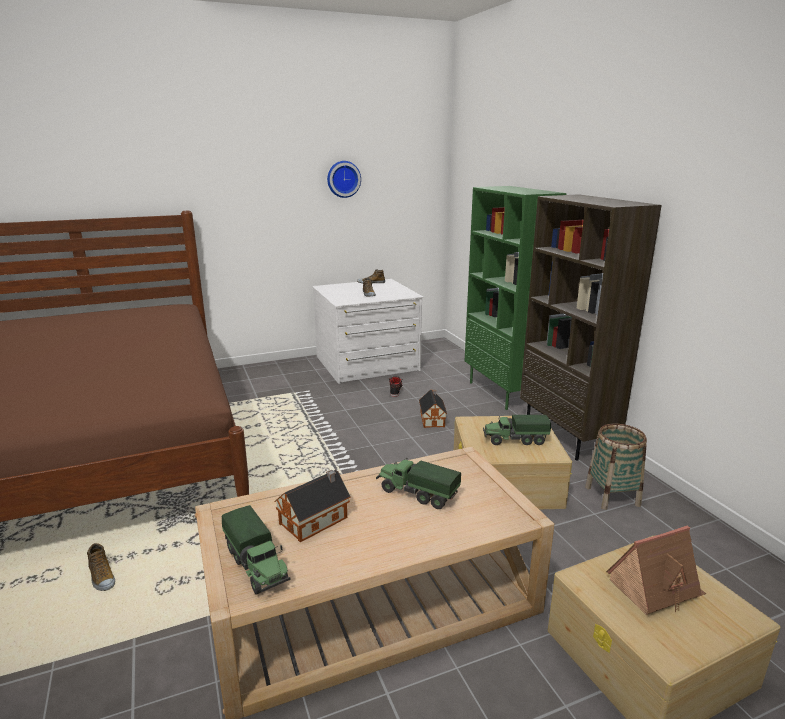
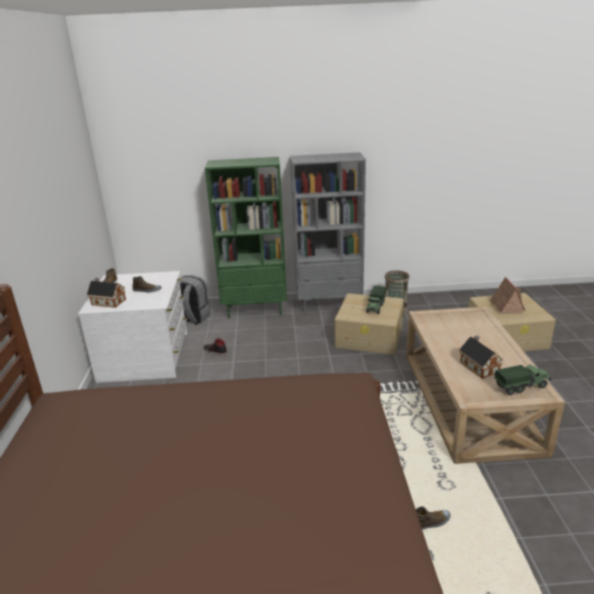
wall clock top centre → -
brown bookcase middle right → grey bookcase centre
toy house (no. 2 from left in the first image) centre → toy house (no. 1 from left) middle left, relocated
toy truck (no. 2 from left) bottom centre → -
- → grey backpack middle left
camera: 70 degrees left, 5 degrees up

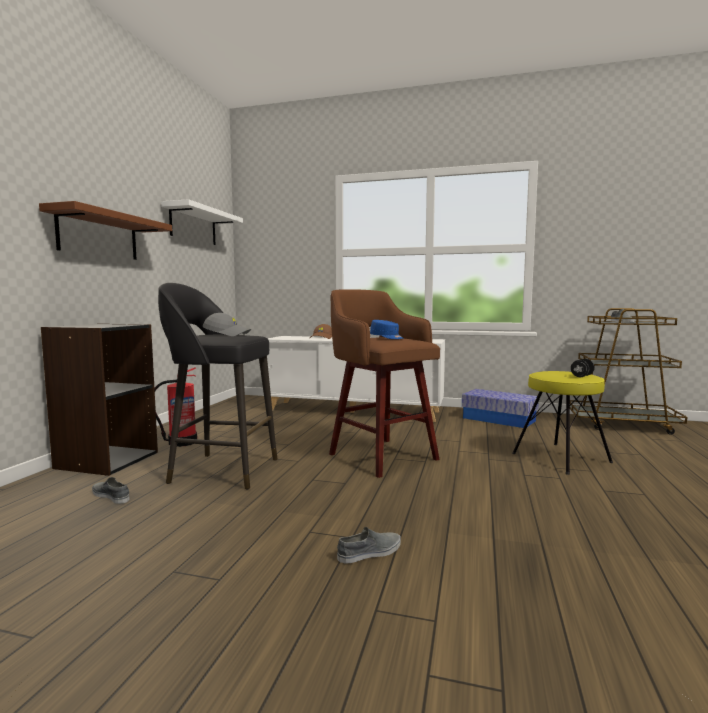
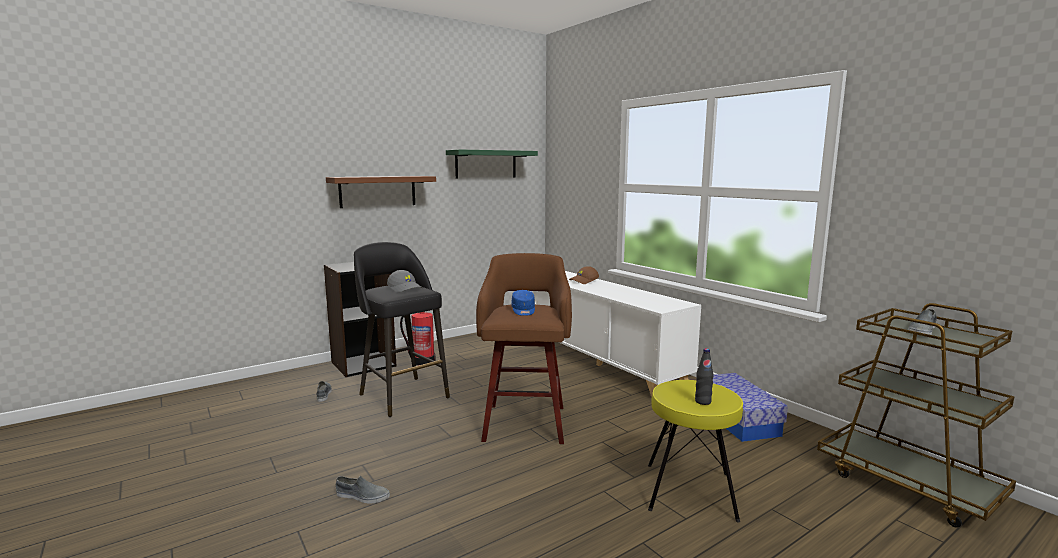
white shelf top left → green shelf top centre
black dumbbell middle right → black bottle bottom centre
camera: 40 degrees right, 5 degrees up

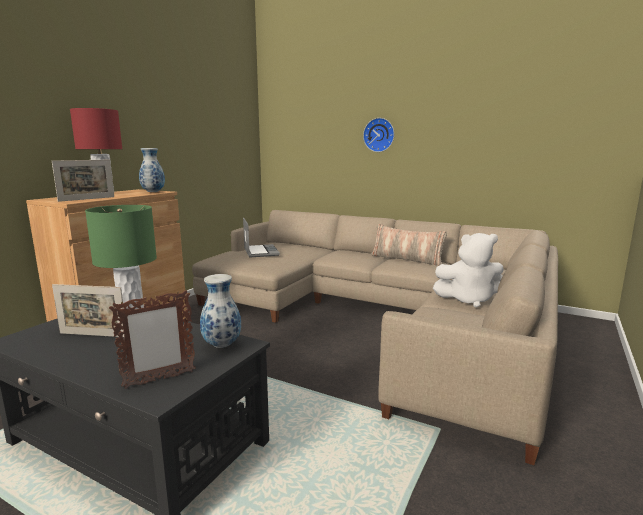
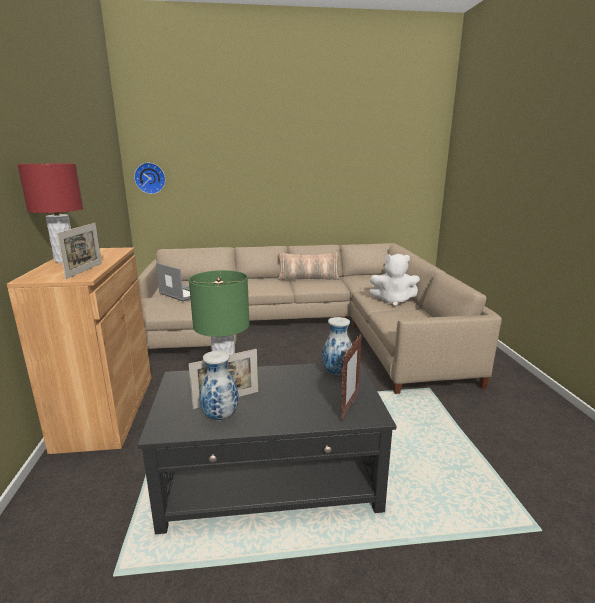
wall clock top centre → wall clock top left, relocated
vase (no. 1 from left) top left → vase (no. 1 from left) centre, relocated
white plush toy middle right → white plush toy centre, 45 degrees clockwise
camera: 35 degrees left, 5 degrees up

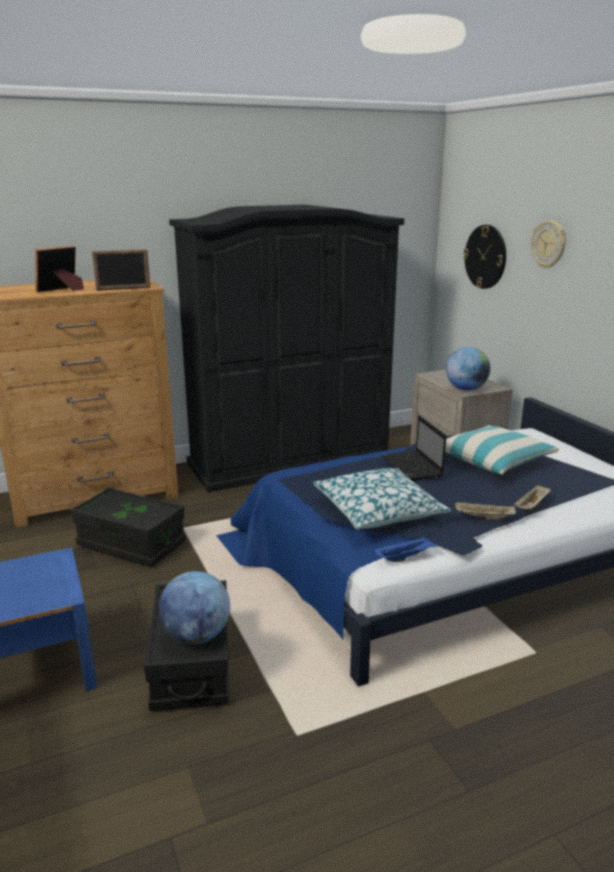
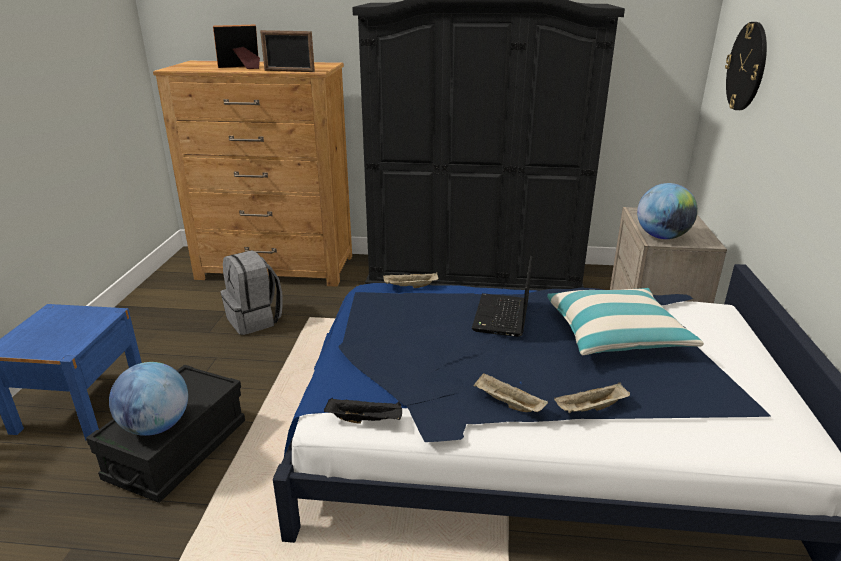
wall clock (no. 2 from left) top right → -
pillow (no. 1 from left) centre → -
black storage box (no. 1 from left) middle left → grey backpack middle left
blue tray centre → black tray bottom centre
- → beige tray (no. 1 from left) centre
camera: 30 degrees right, 5 degrees up

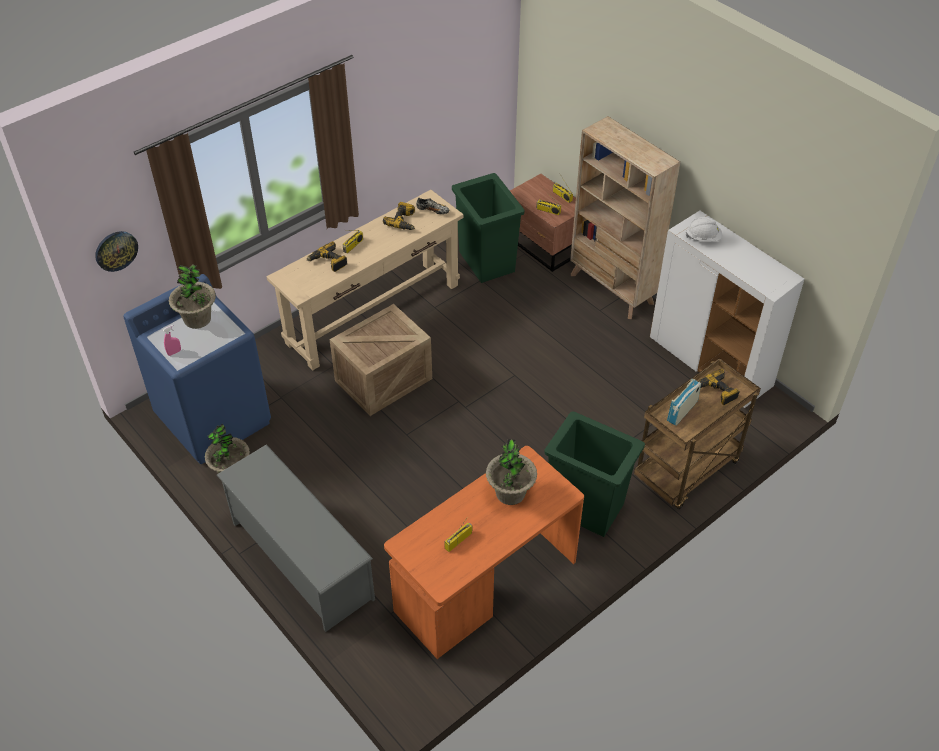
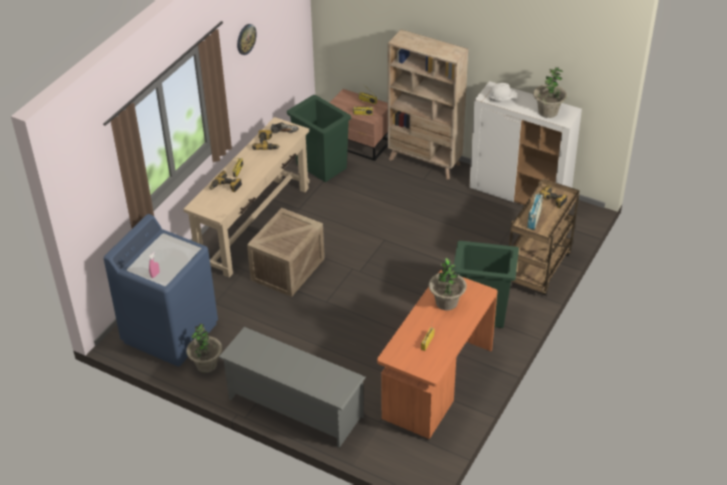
wall clock middle left → wall clock top centre, relocated
potted plant (no. 1 from left in the first image) middle left → potted plant (no. 3 from left) top right, relocated
camera: 20 degrees left, 5 degrees down

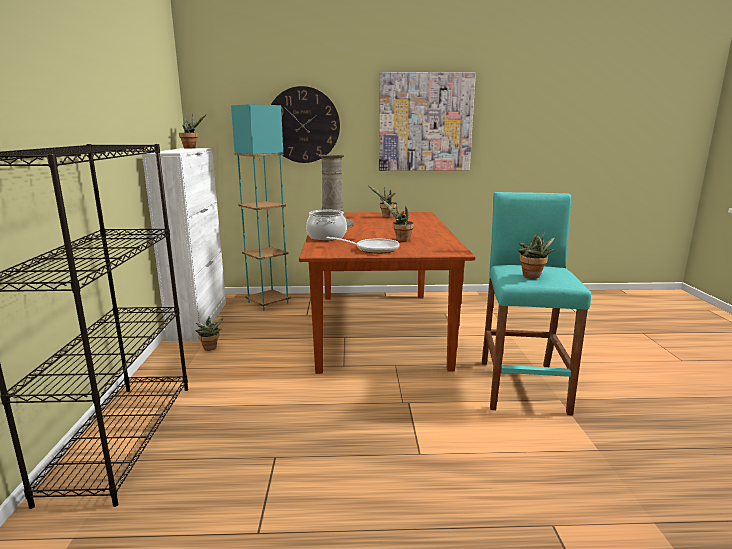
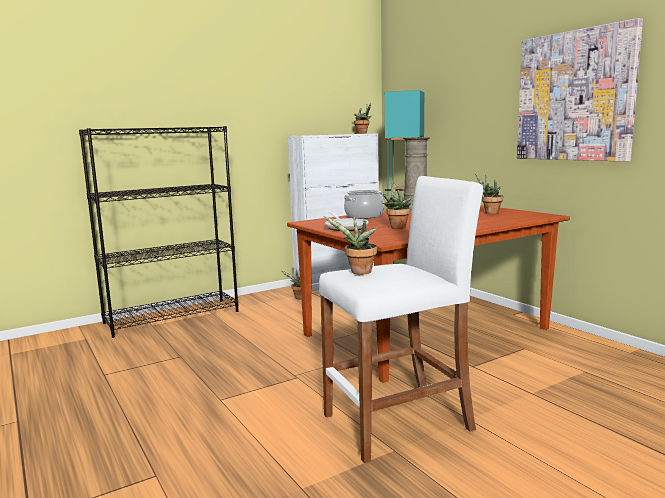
wall clock top centre → -
turquoise stool middle right → white stool centre
camera: 60 degrees right, 5 degrees down

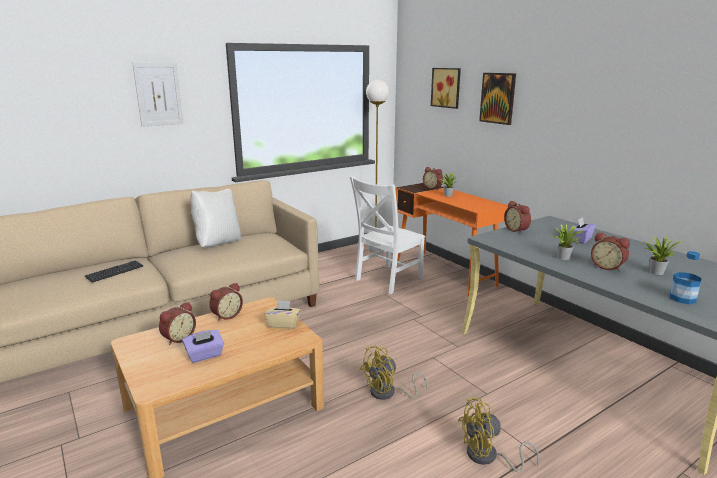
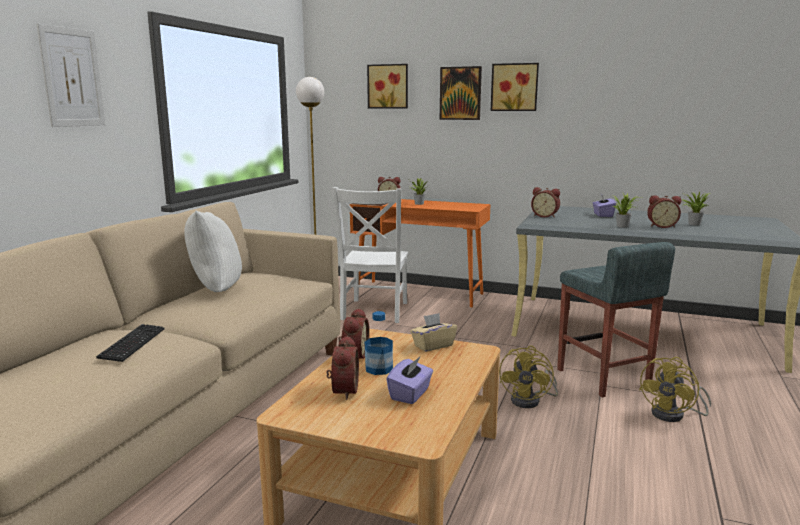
bottle middle right → bottle centre, relocated
- → picture (no. 4 from left) top centre
- → grey stool middle right
camera: 35 degrees left, 5 degrees down

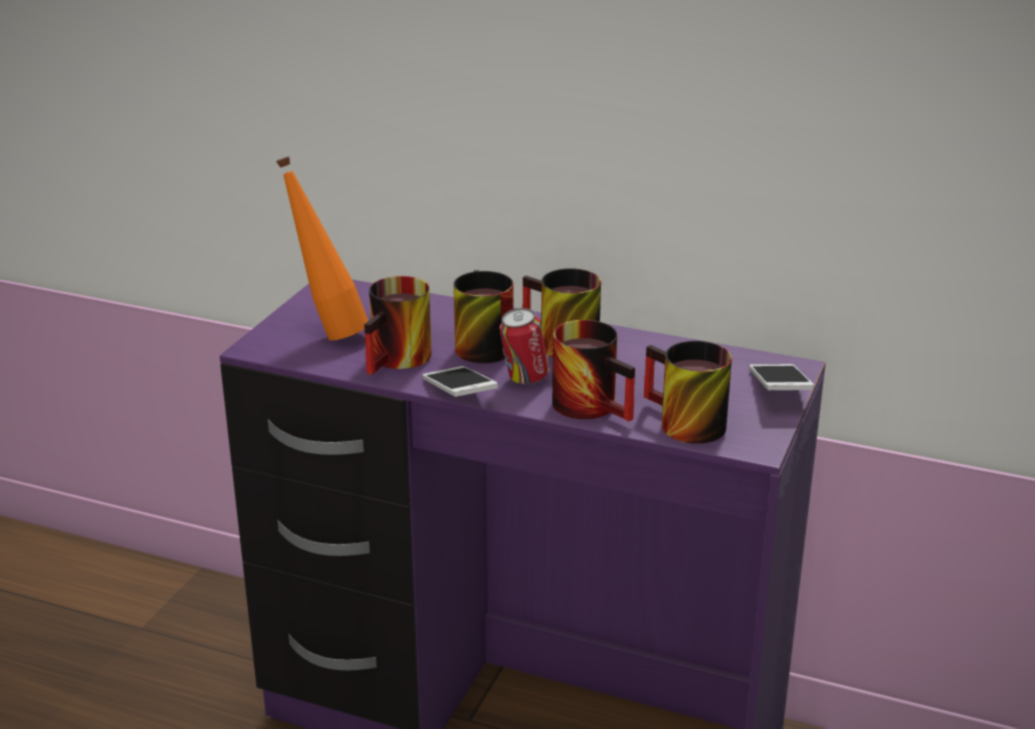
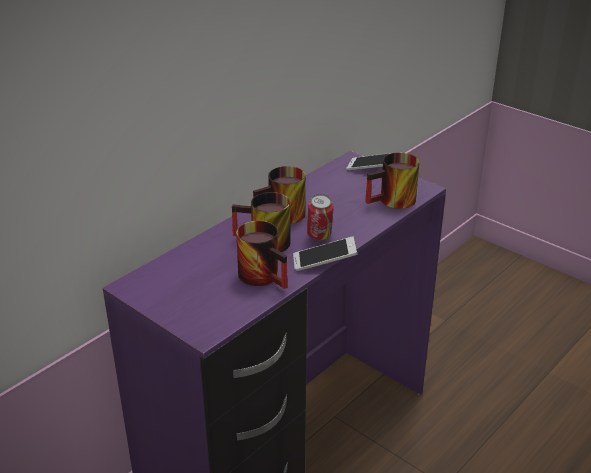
orange bottle middle left → -
mug (no. 4 from left) centre → -
camera: 70 degrees left, 5 degrees up

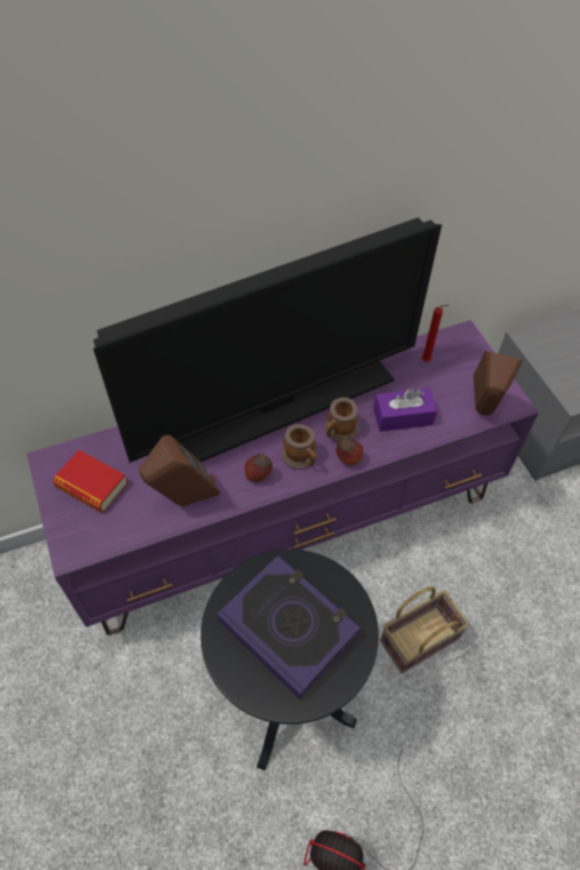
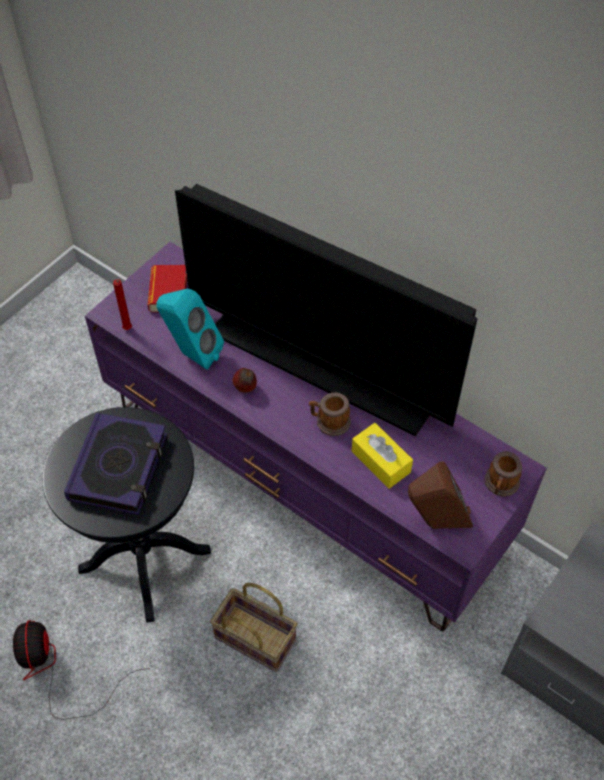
red candle middle right → red candle middle left, relocated
purple tissue box middle right → yellow tissue box centre
mug (no. 1 from left in the first image) centre → mug (no. 2 from left) middle right, relocated
brown speaker (no. 1 from left) middle left → turquoise speaker middle left
apple (no. 2 from left) centre → -
camera: 60 degrees right, 0 degrees up

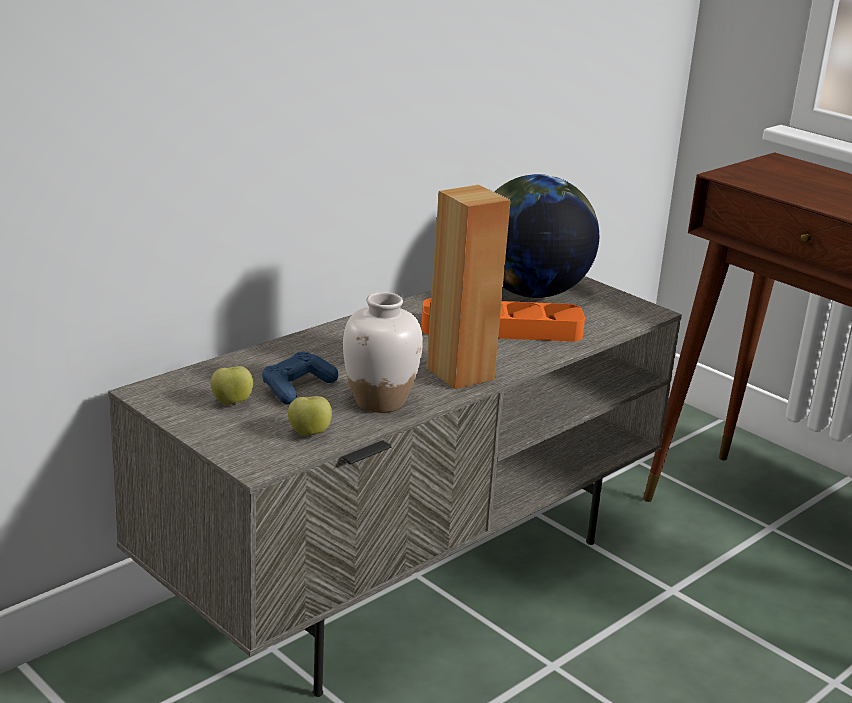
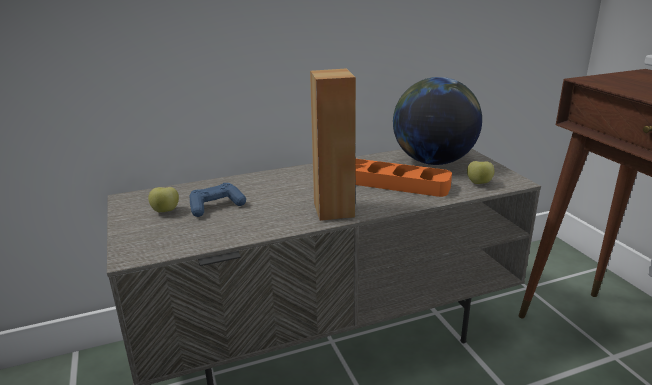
white vase centre → -
apple (no. 2 from left) centre → apple (no. 2 from left) middle right, relocated
camera: 25 degrees right, 0 degrees up

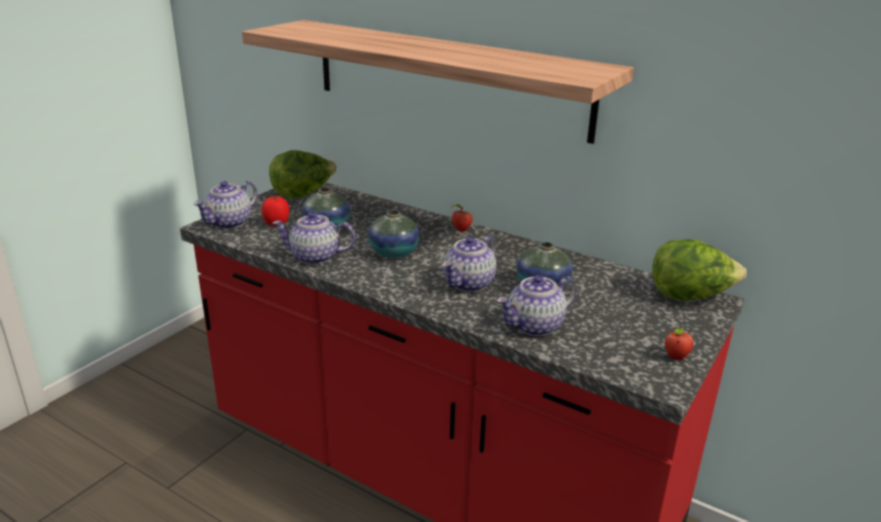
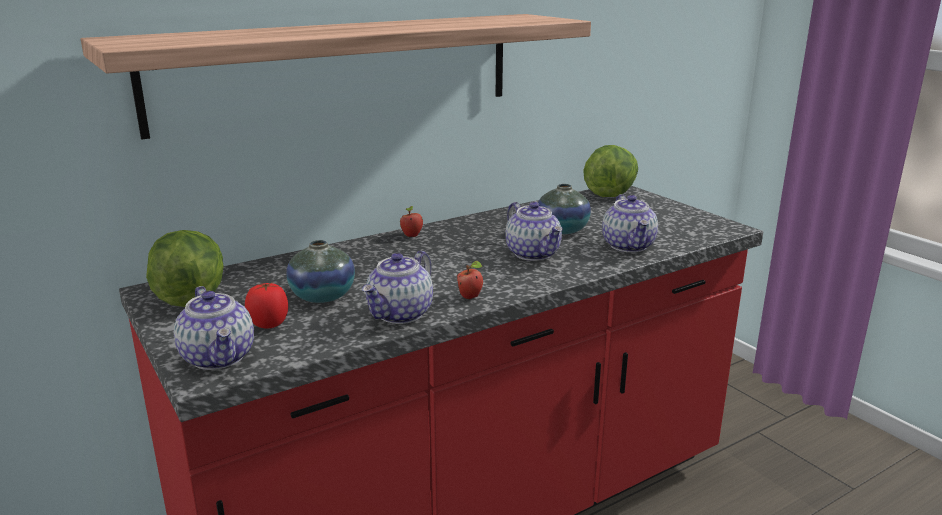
vase (no. 2 from left) centre → -
apple (no. 2 from left) middle right → apple (no. 2 from left) centre, relocated
camera: 65 degrees left, 5 degrees down

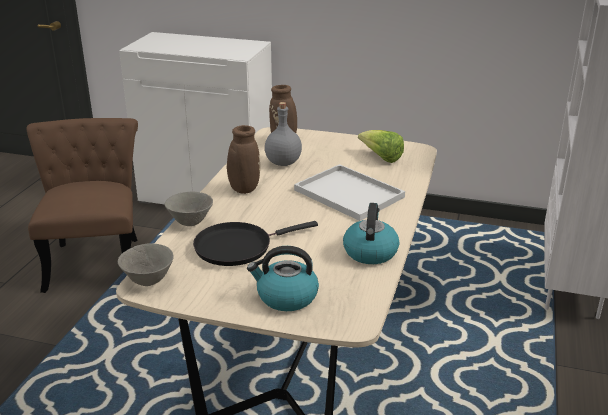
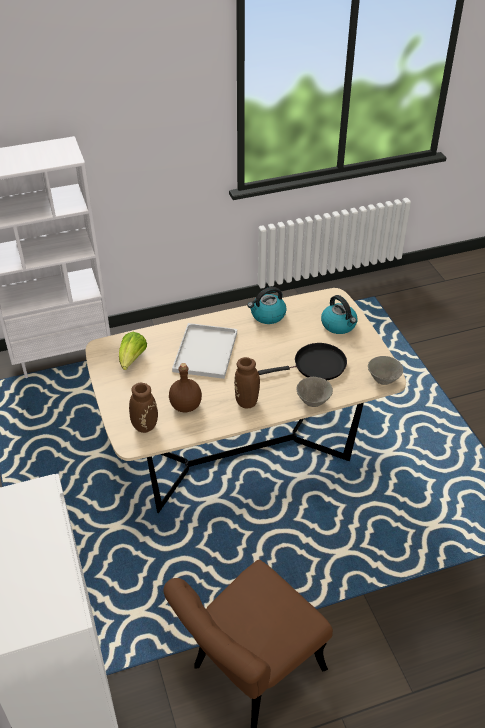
grey bottle top centre → brown bottle centre
black frying pan centre, 45 degrees counterclockwise
camera: 125 degrees left, 15 degrees up

